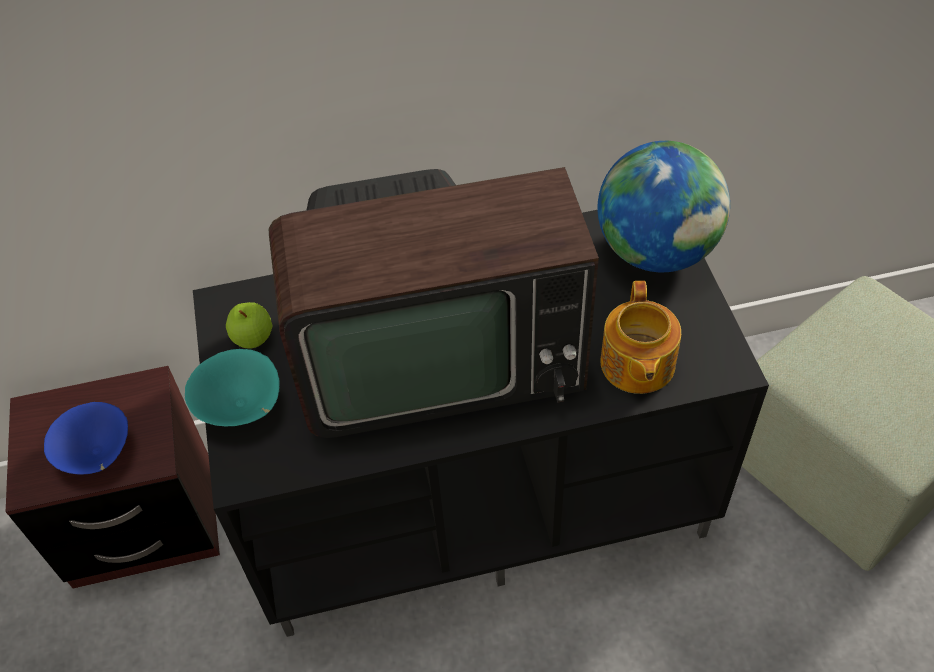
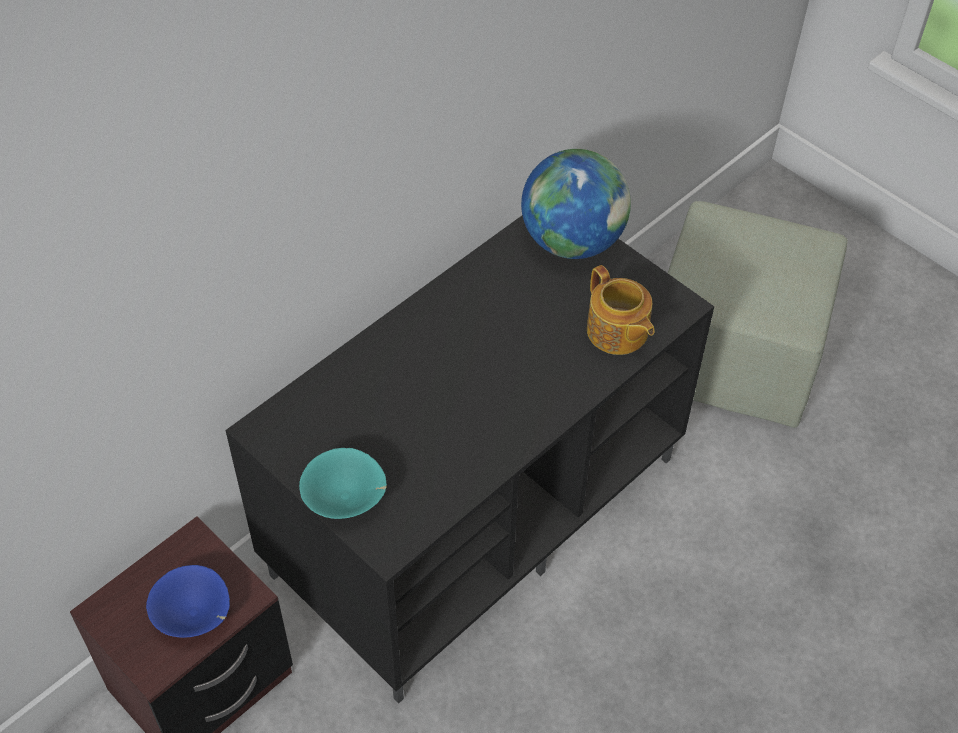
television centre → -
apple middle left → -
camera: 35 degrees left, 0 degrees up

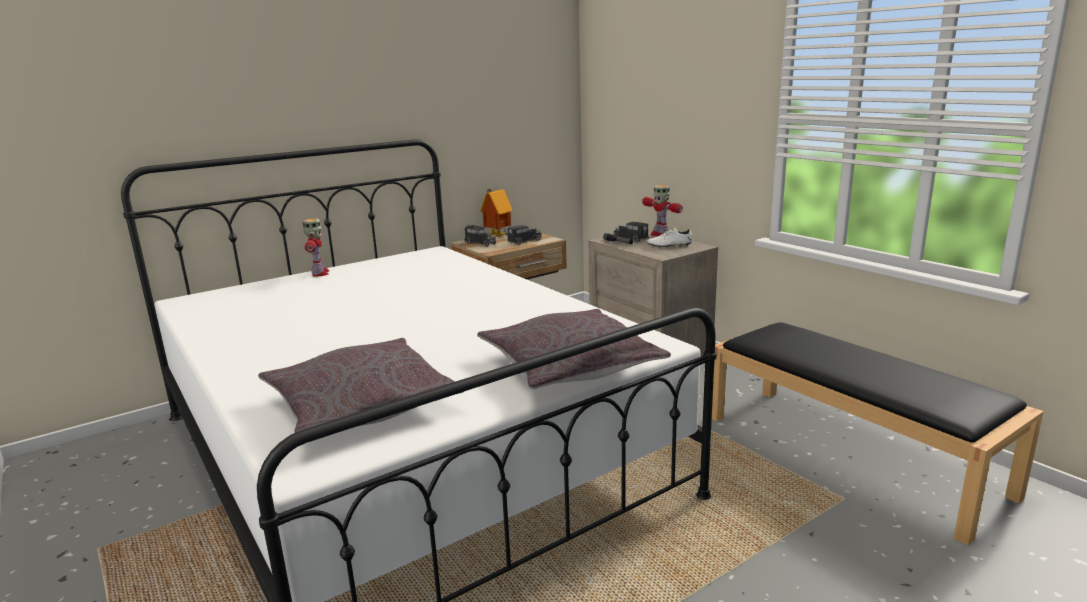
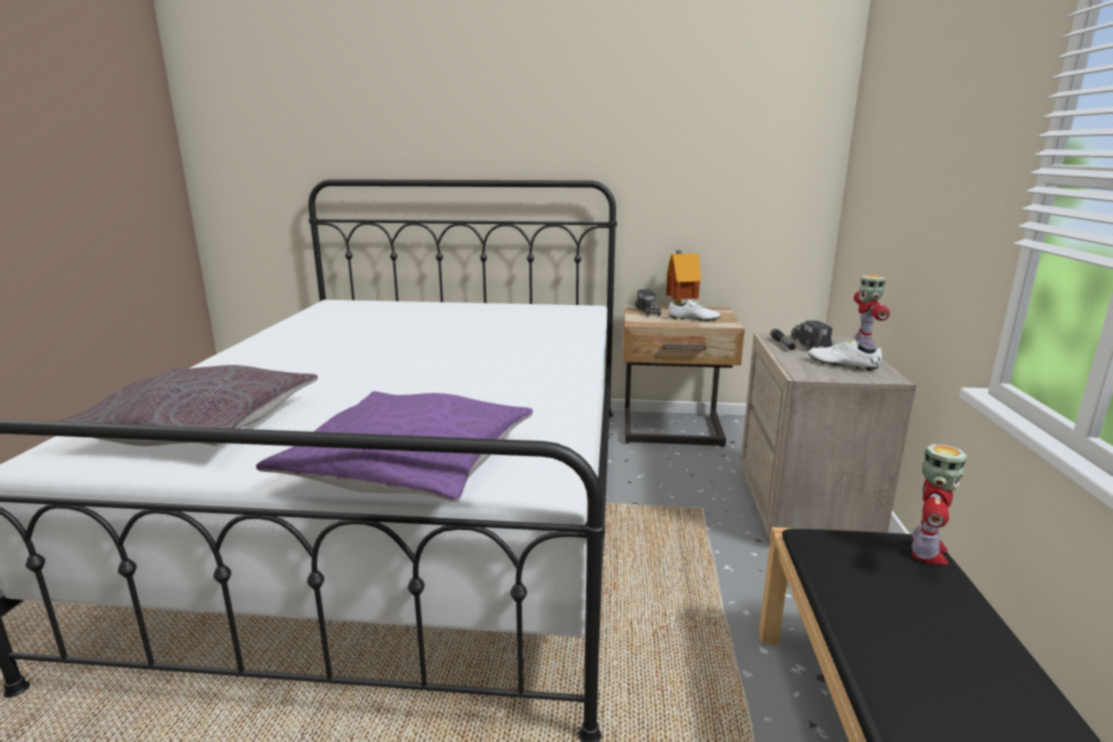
toy robot (no. 1 from left in the first image) middle left → toy robot (no. 2 from left) bottom right, relocated
toy truck (no. 2 from left) centre → white shoe (no. 1 from left) centre
grey pillow (no. 2 from left) centre → purple pillow centre
camera: 40 degrees right, 0 degrees up

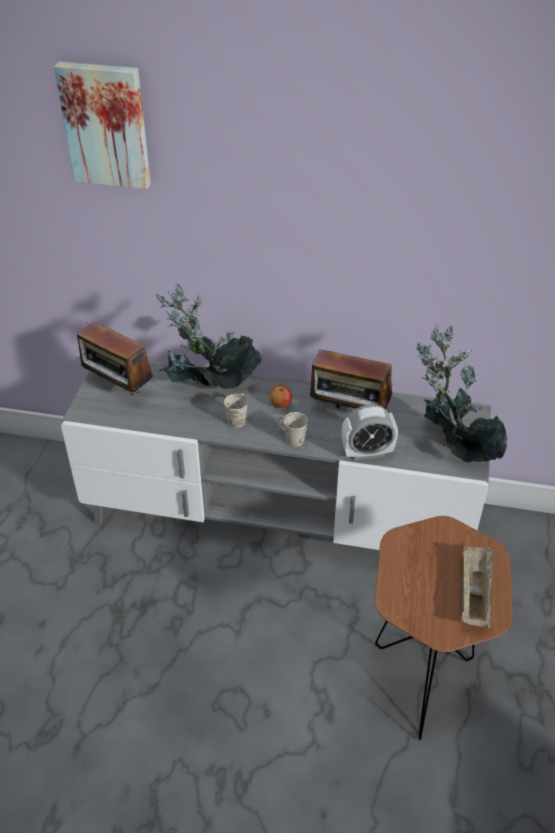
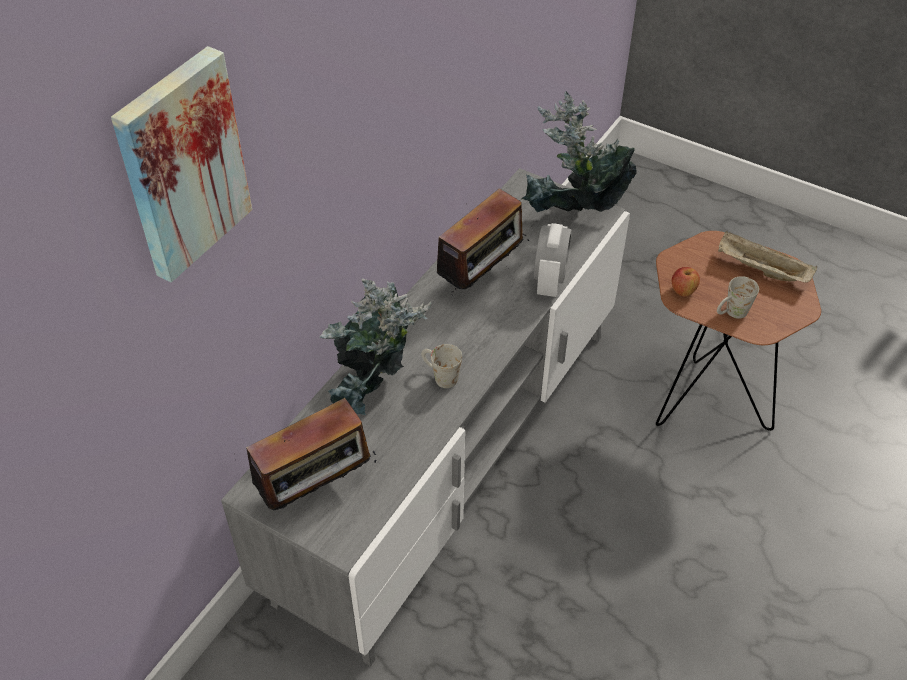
apple centre → apple middle right, relocated
white mug (no. 2 from left) centre → white mug (no. 2 from left) middle right, relocated
camera: 70 degrees left, 5 degrees up

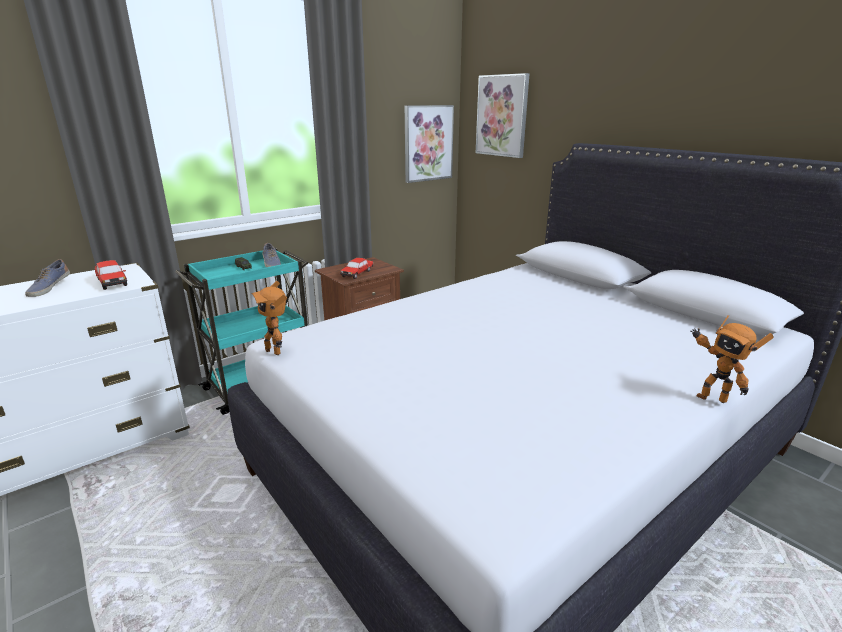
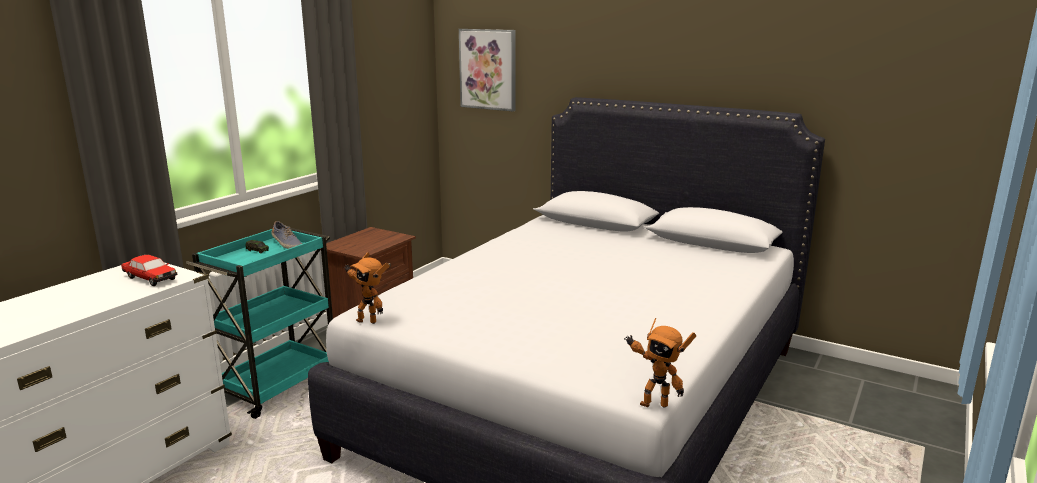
picture (no. 1 from left) top centre → -
toy car (no. 3 from left) centre → -
shoe (no. 1 from left) middle left → -
toy robot (no. 2 from left) middle right → toy robot (no. 2 from left) bottom centre, relocated
camera: 20 degrees left, 5 degrees down

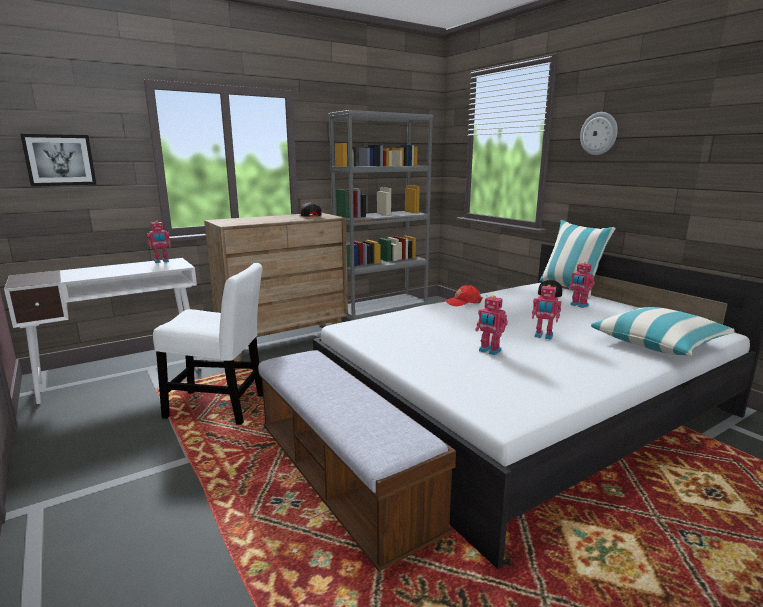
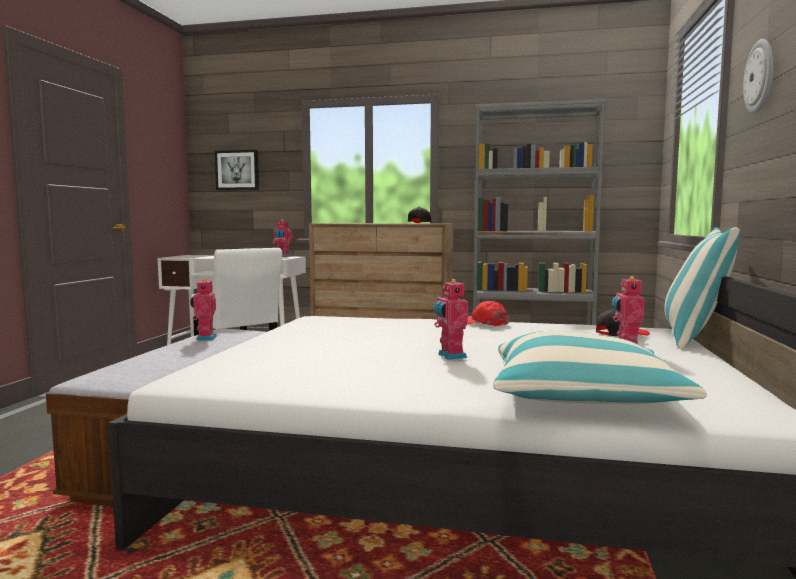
toy robot (no. 2 from left in the first image) centre → toy robot (no. 1 from left) middle left, relocated
camera: 45 degrees right, 10 degrees down

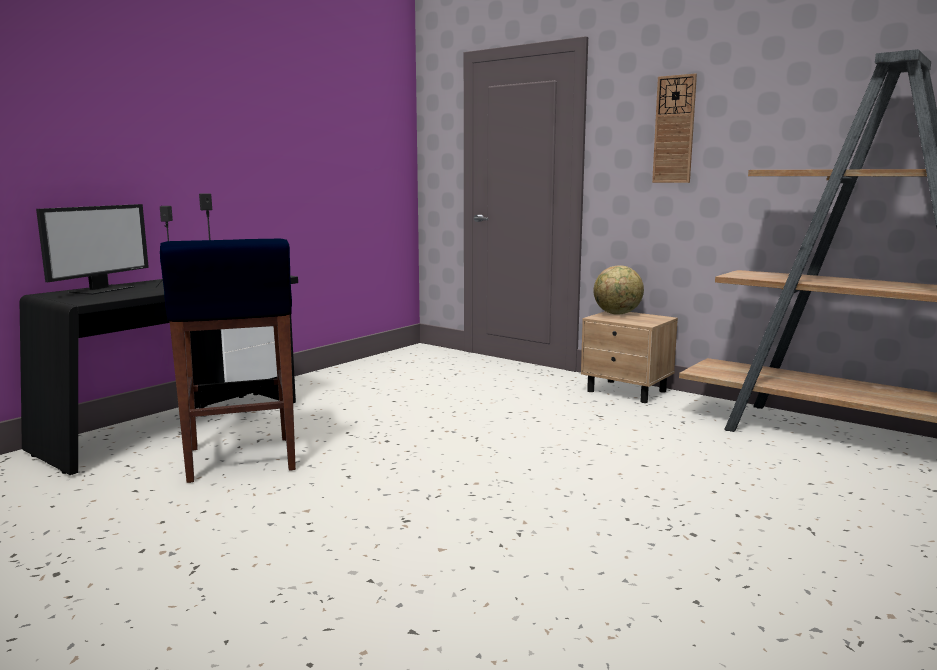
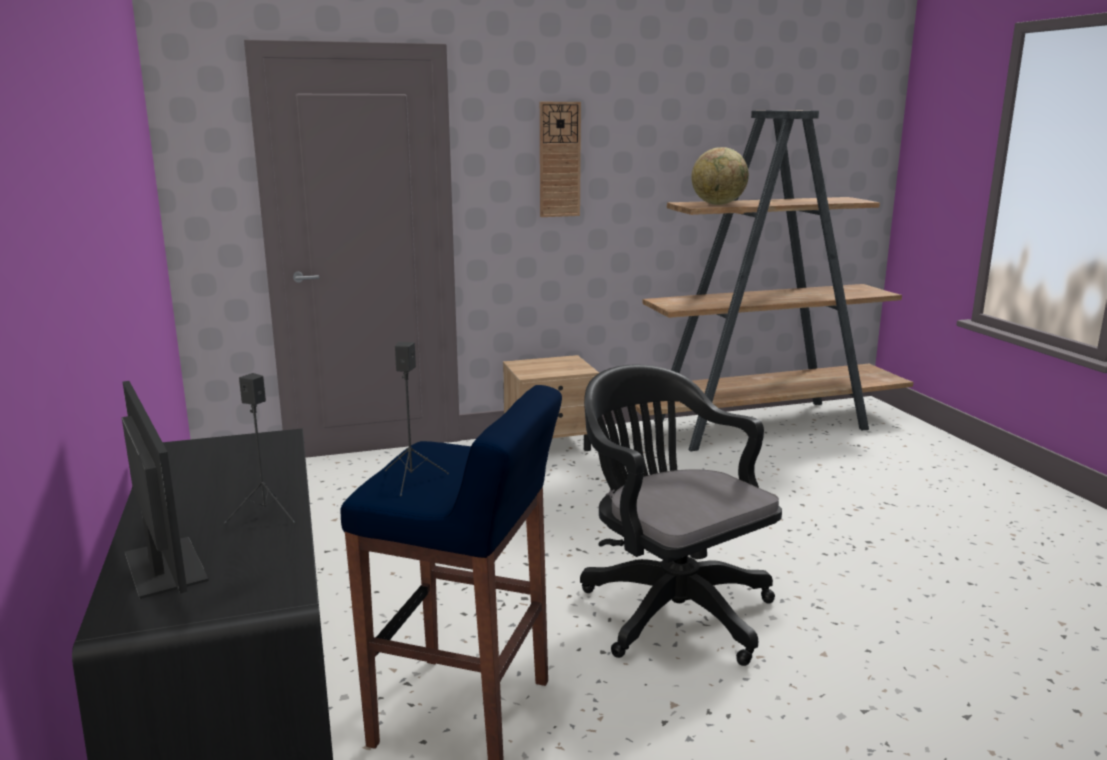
globe centre → globe top centre, relocated
- → black office chair bottom centre
camera: 55 degrees left, 5 degrees up

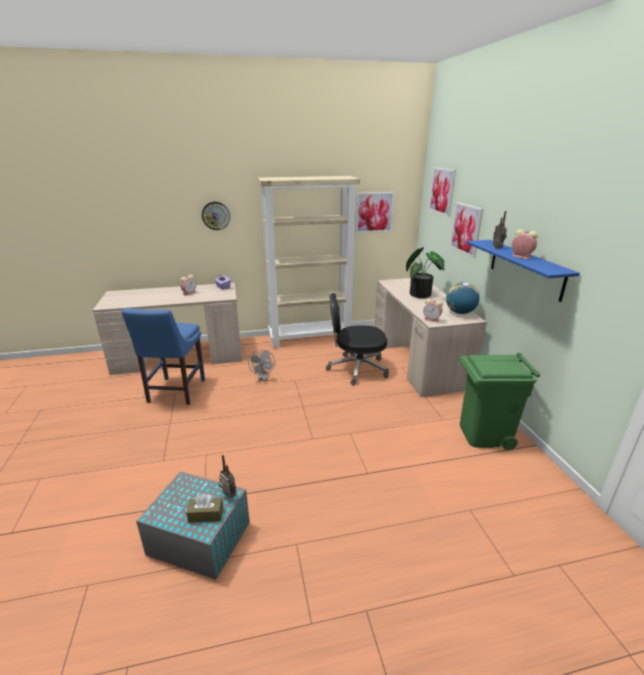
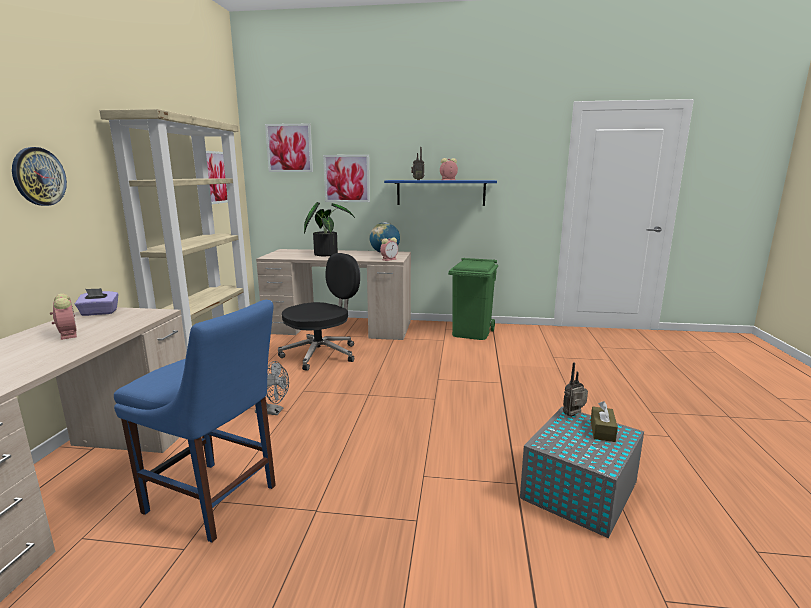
black office chair centre, 150 degrees counterclockwise
camera: 70 degrees left, 10 degrees down

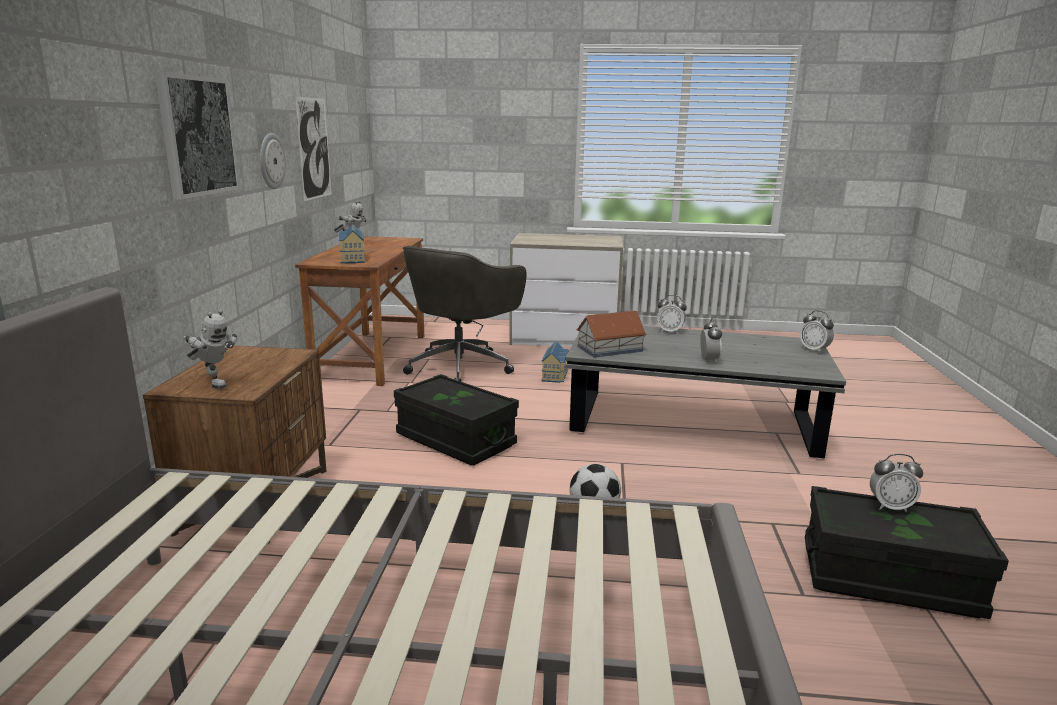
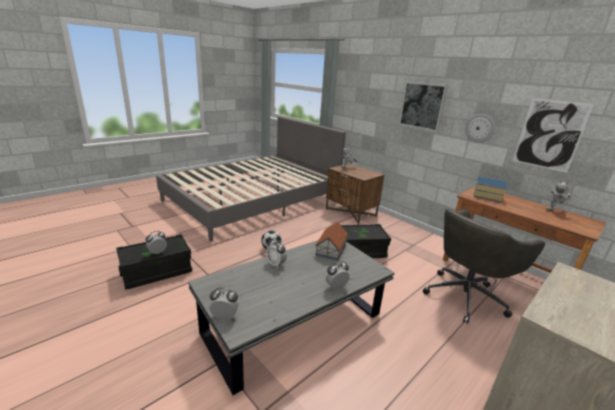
grey office chair centre → grey office chair middle right, 105 degrees counterclockwise
toy house (no. 2 from left) centre → -
camera: 130 degrees right, 5 degrees up

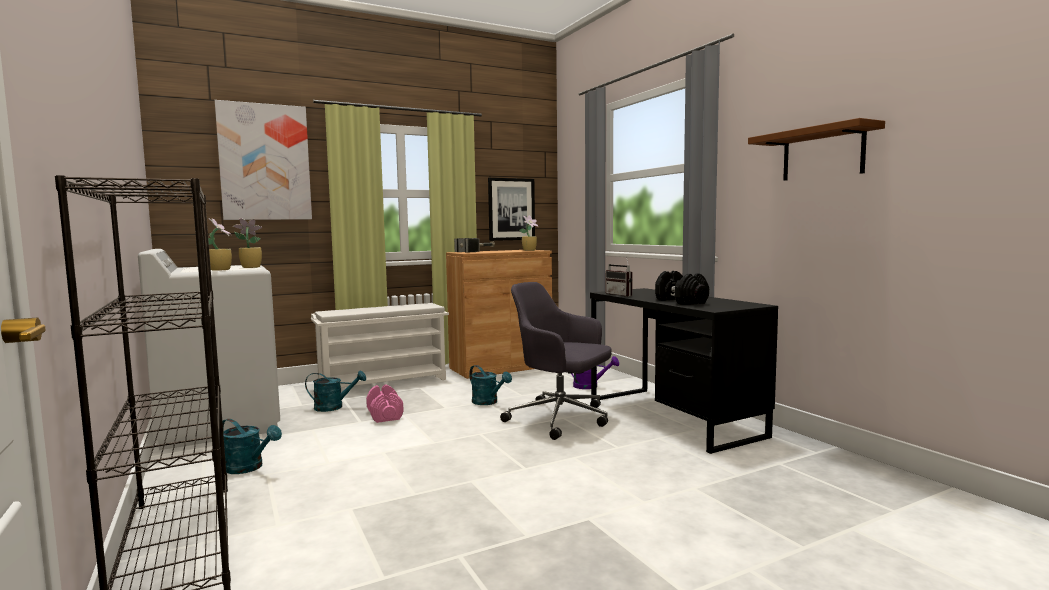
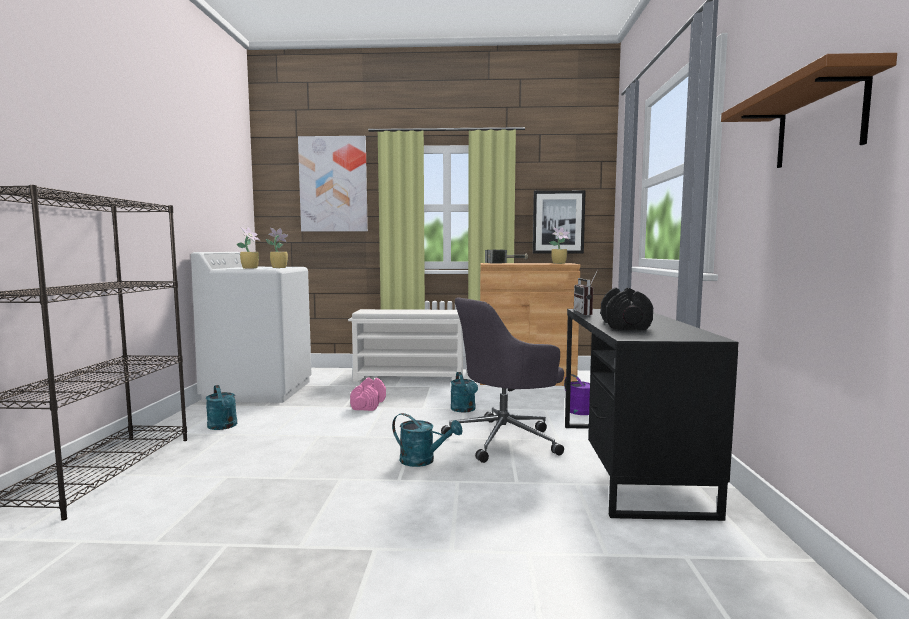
grey office chair centre, 90 degrees counterclockwise
turquoise watering can (no. 2 from left) middle left → turquoise watering can (no. 2 from left) bottom centre, relocated
camera: 30 degrees right, 0 degrees up

